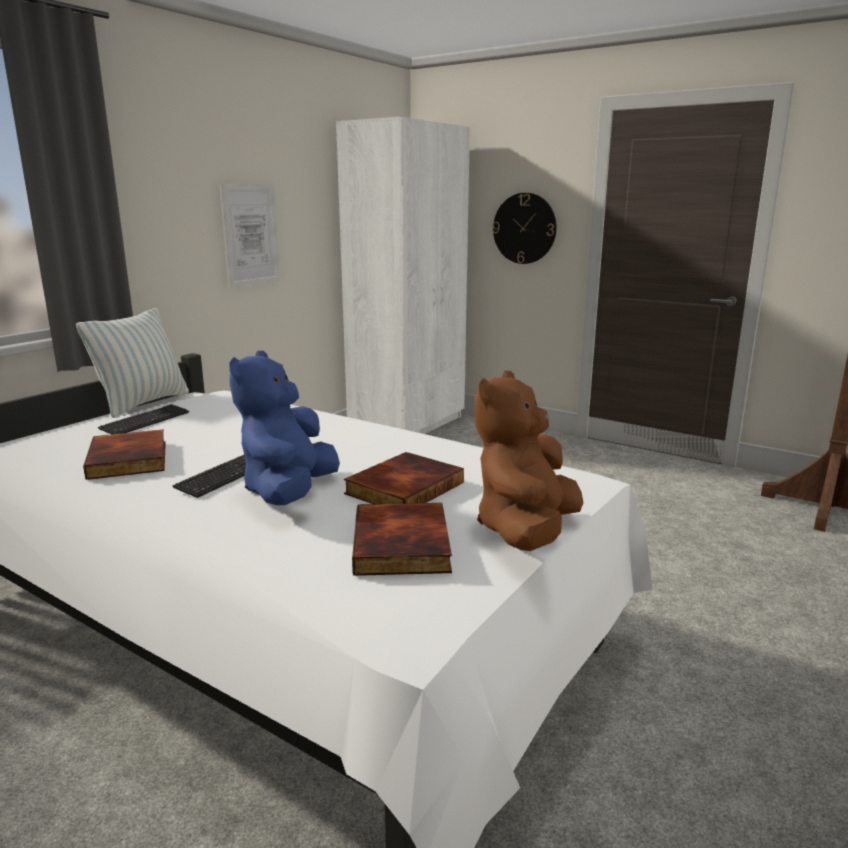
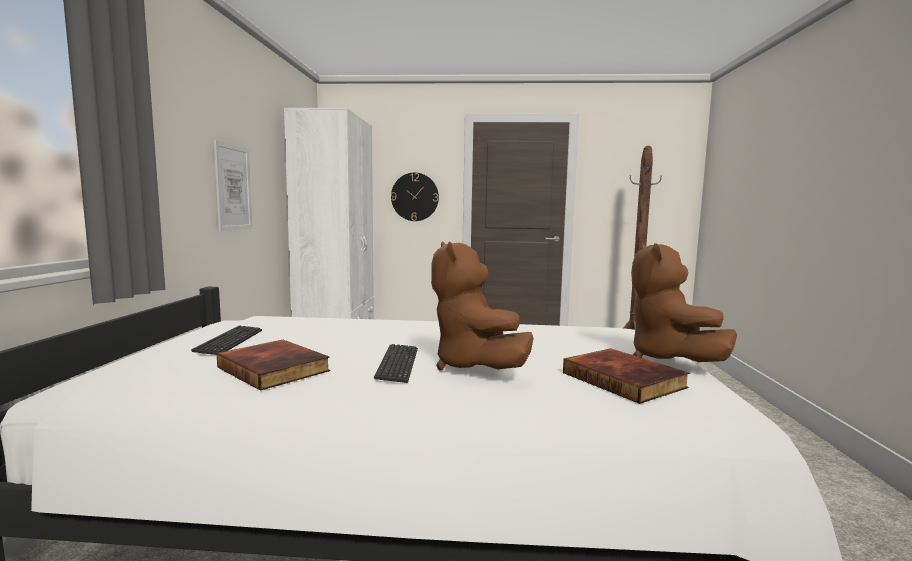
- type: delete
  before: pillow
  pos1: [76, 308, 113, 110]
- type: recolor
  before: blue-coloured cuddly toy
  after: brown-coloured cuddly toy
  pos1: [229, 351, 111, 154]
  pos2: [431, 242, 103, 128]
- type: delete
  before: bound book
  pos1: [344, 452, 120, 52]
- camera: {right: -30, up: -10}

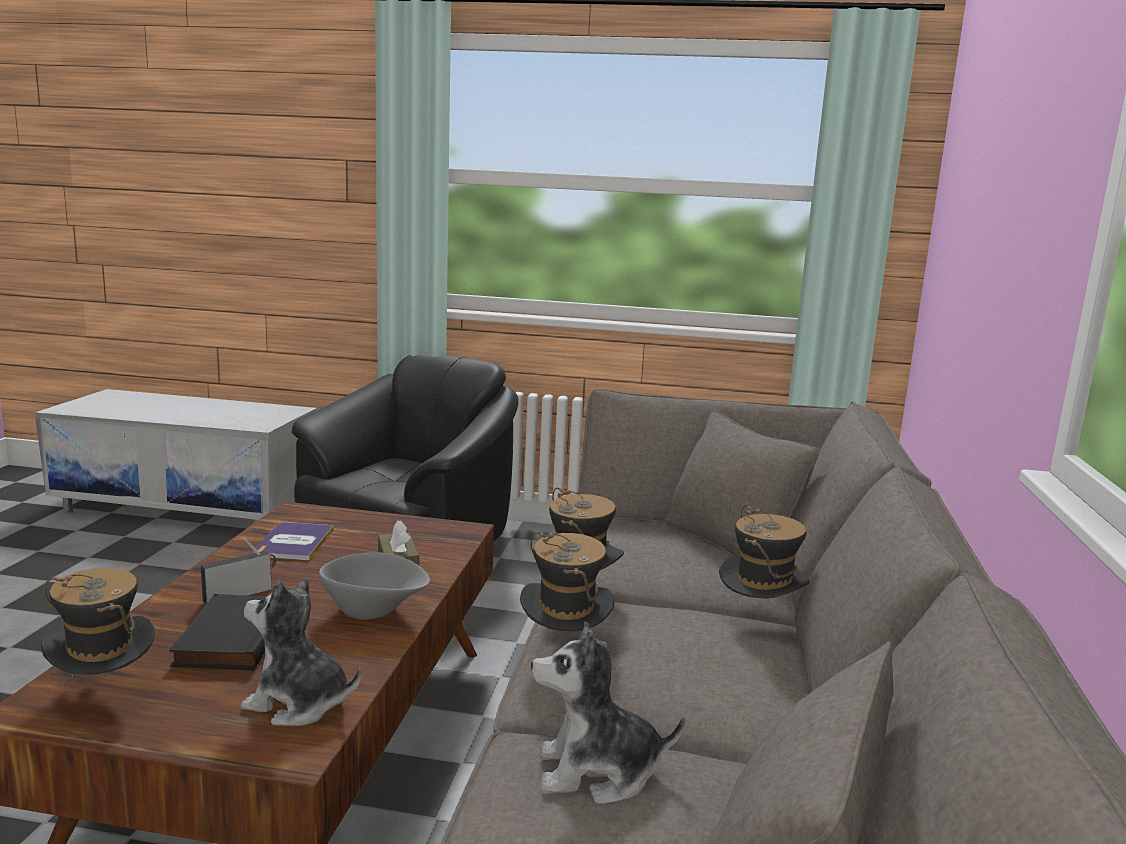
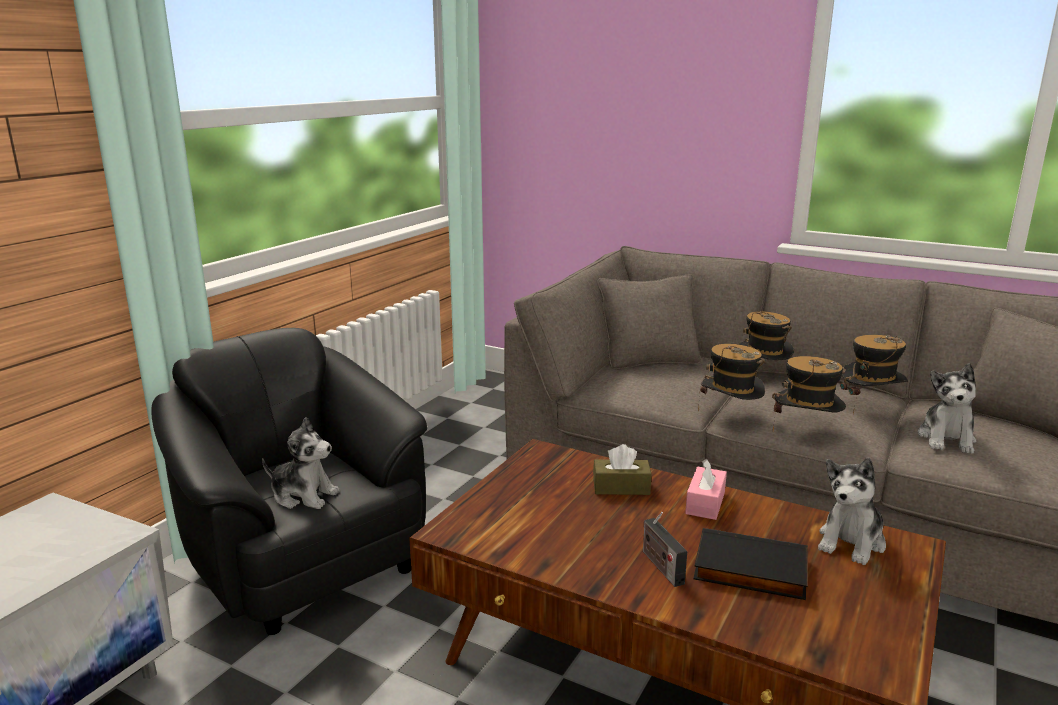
- type: delete
  before: bound book
  pos1: [253, 522, 81, 39]
- type: replace
  before: greyish serving bowl
  after: pinkish tissue box
  pos1: [319, 552, 111, 68]
  pos2: [685, 459, 42, 61]
- type: move
  before: wearable hat
  pos1: [41, 568, 114, 109]
  pos2: [840, 335, 68, 79]
- type: insert
  after: cuddly toy
  pos2: [262, 417, 78, 92]
- camera: {right: -70, up: 5}

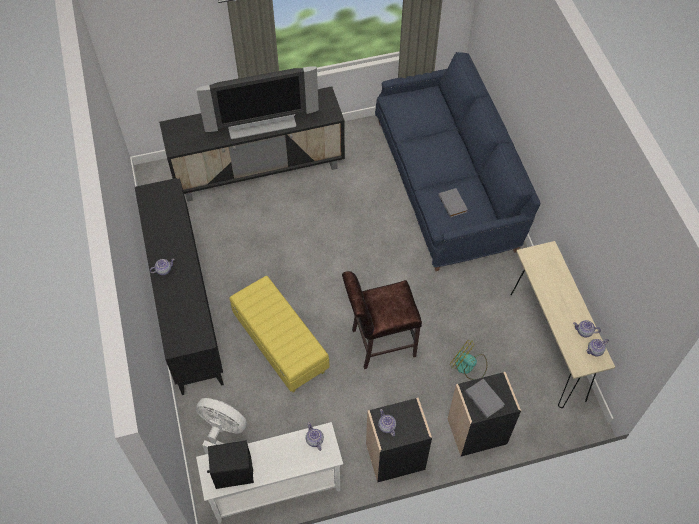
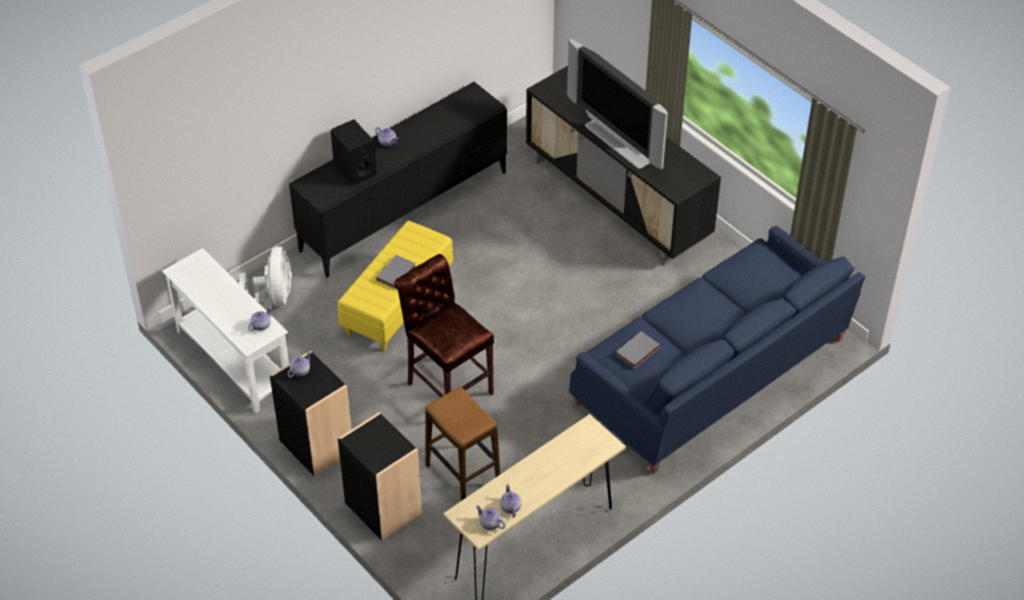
- type: replace
  before: electric fan
  after: stool seat
  pos1: [450, 339, 37, 41]
  pos2: [425, 386, 75, 115]
- type: move
  before: greyish bound book
  pos1: [465, 379, 40, 39]
  pos2: [376, 255, 40, 35]
- type: move
  before: black-coloured loudspeaker
  pos1: [207, 440, 47, 49]
  pos2: [331, 119, 46, 66]
- camera: {right: 65, up: -10}

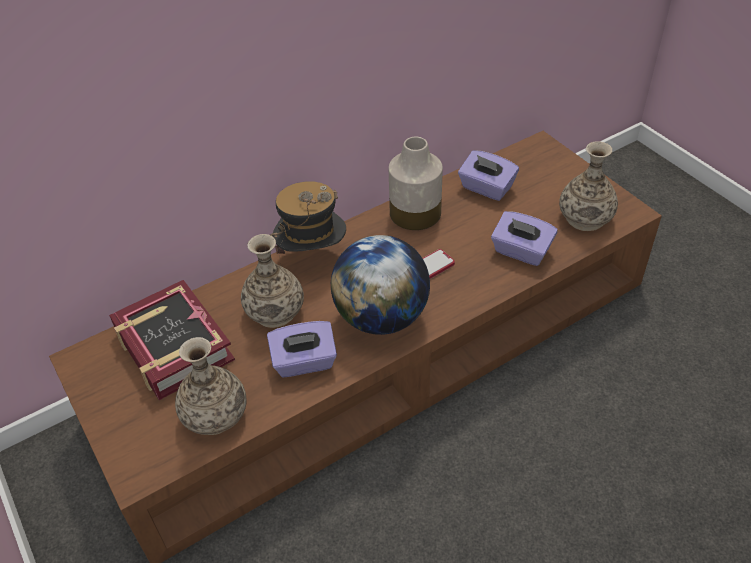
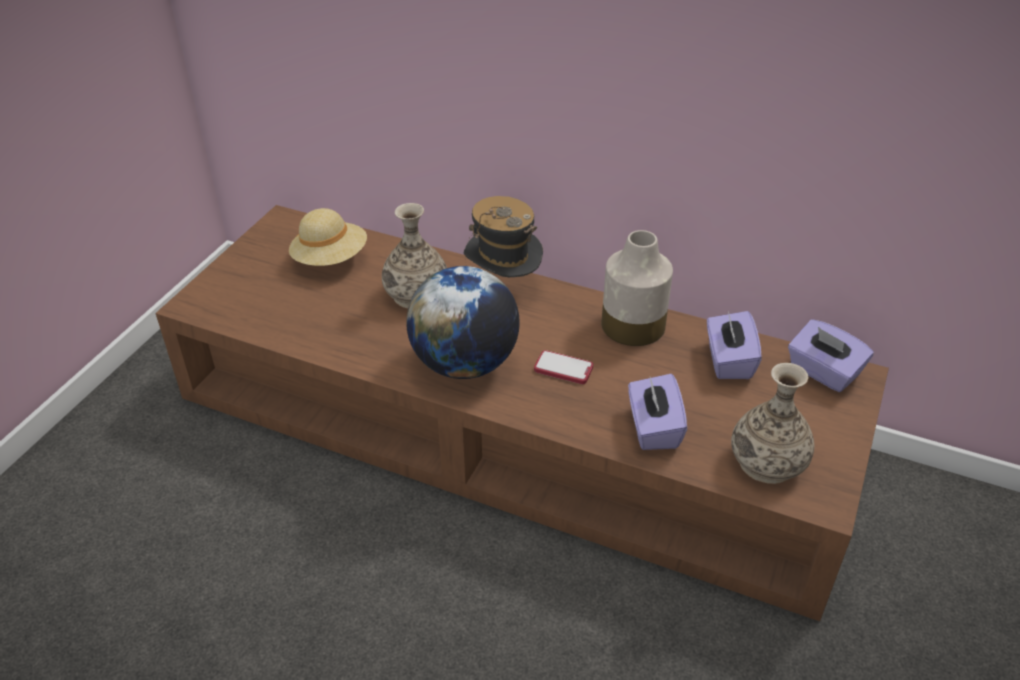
- type: replace
  before: bound book
  after: beige-coloured wearable hat
  pos1: [109, 280, 126, 120]
  pos2: [289, 208, 78, 58]
- type: move
  before: purplish tissue box
  pos1: [267, 321, 70, 56]
  pos2: [788, 319, 86, 73]
- type: delete
  before: decorative vase
  pos1: [175, 337, 72, 98]
- camera: {right: 55, up: -5}

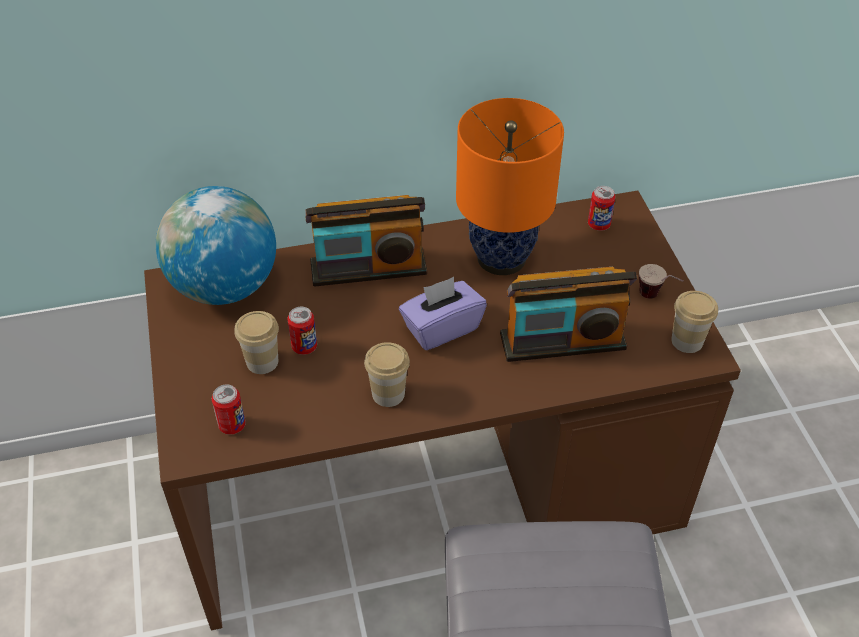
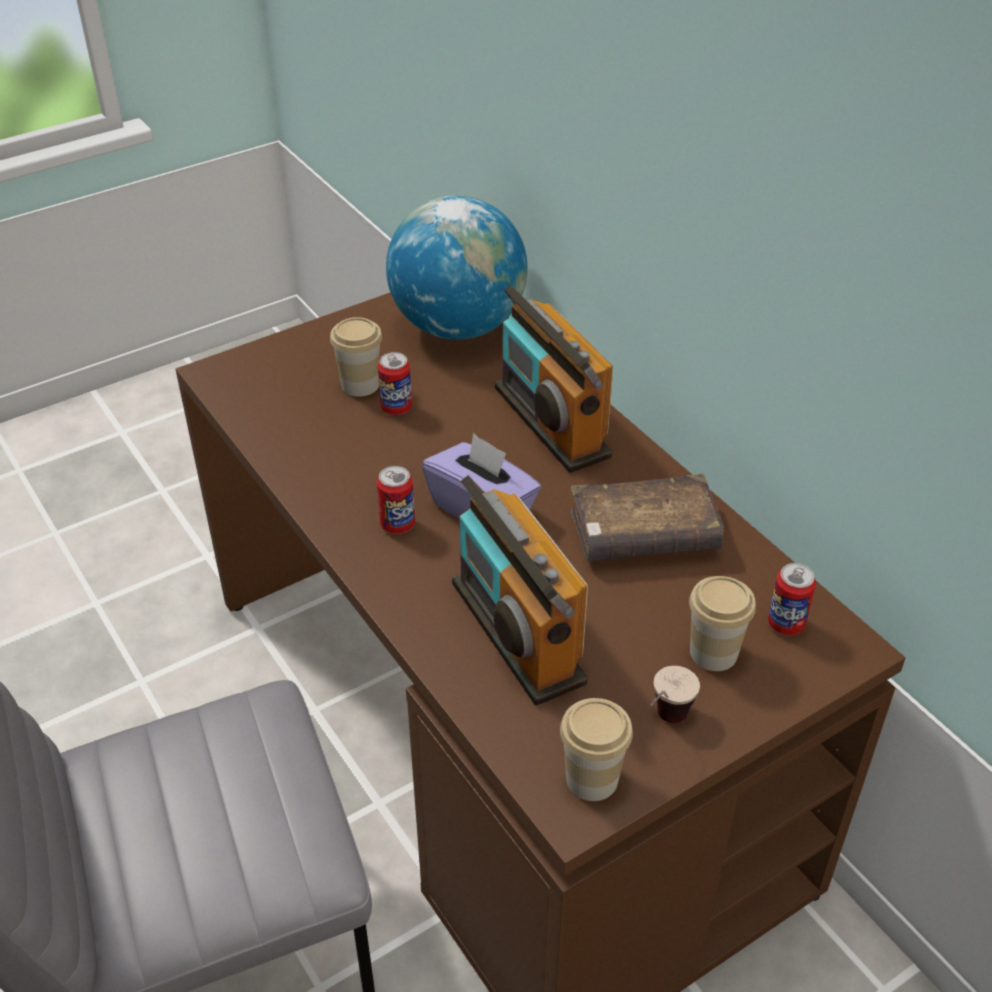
- type: replace
  before: orange-coloured table lamp
  after: brown-coloured bound book
  pos1: [456, 98, 108, 177]
  pos2: [570, 474, 155, 87]
- type: move
  before: cup
  pos1: [364, 342, 46, 65]
  pos2: [689, 576, 67, 95]
- type: move
  before: sealed can
  pos1: [212, 384, 34, 51]
  pos2: [377, 466, 38, 68]
- camera: {right: 70, up: -5}

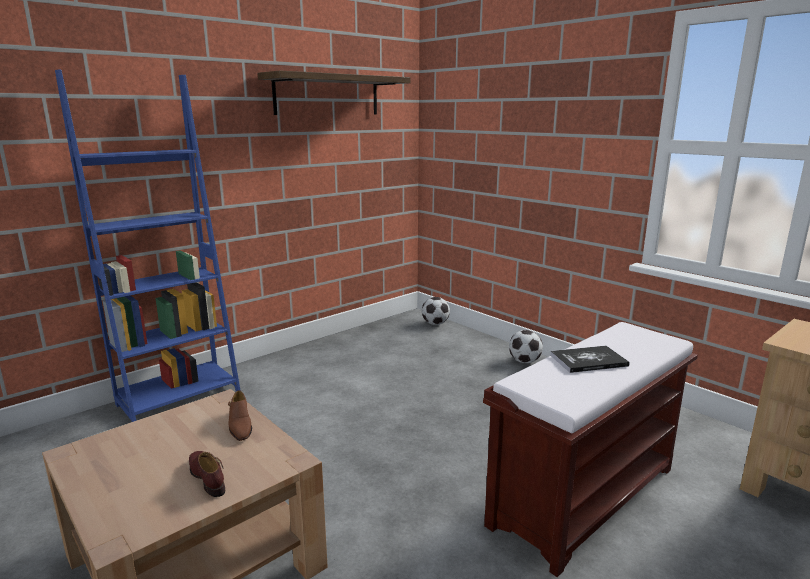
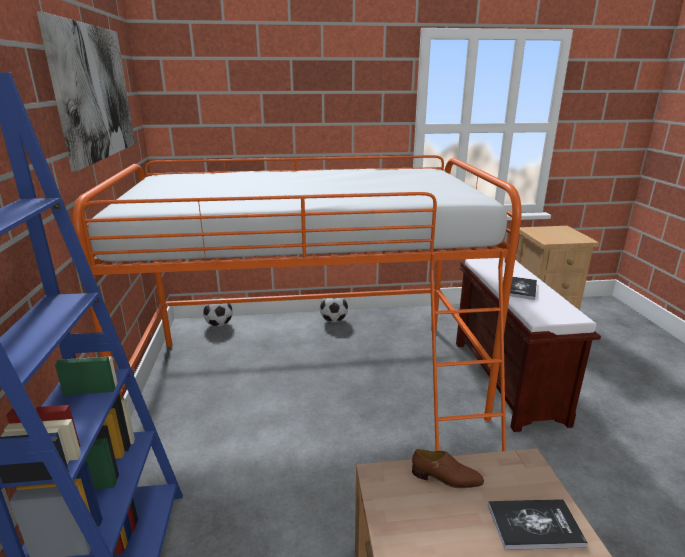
- type: replace
  before: shelf
  after: picture
  pos1: [258, 71, 153, 44]
  pos2: [37, 12, 98, 160]
- type: replace
  before: brown-coloured low shoe
  after: bound book
  pos1: [189, 451, 36, 46]
  pos2: [488, 499, 100, 51]
- type: insert
  after: orange-coloured bedroom bed
  pos2: [72, 155, 450, 296]
- camera: {right: -55, up: 5}

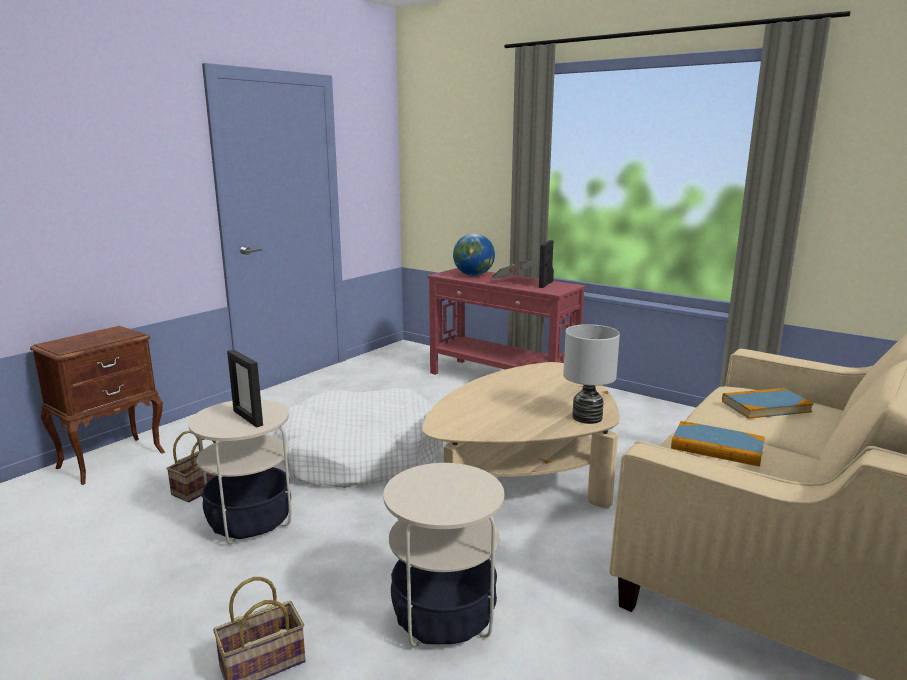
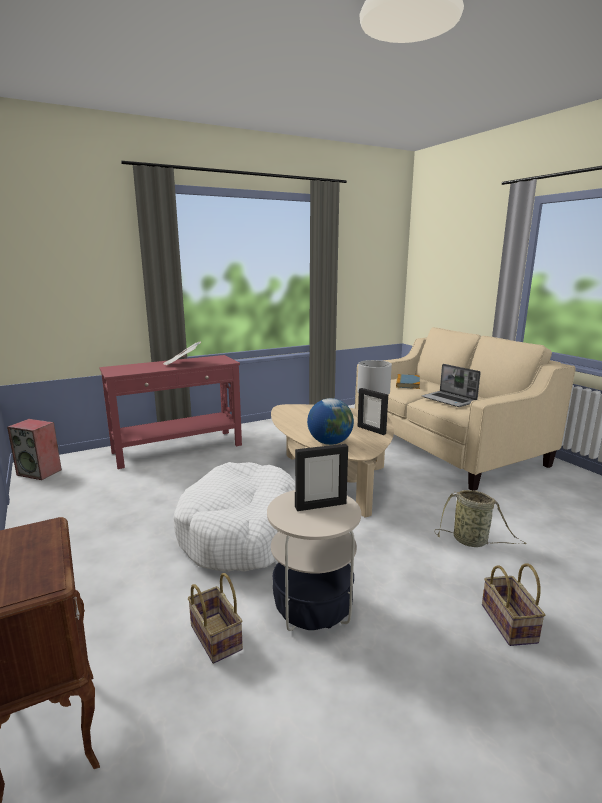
- type: move
  before: desk globe
  pos1: [453, 234, 42, 42]
  pos2: [307, 398, 47, 47]
- type: move
  before: photo frame
  pos1: [539, 240, 15, 48]
  pos2: [358, 388, 30, 47]
- type: replace
  before: bound book
  after: notebook computer
  pos1: [671, 421, 94, 46]
  pos2: [422, 364, 59, 43]
- type: replace
  before: beige-coloured accent table
  after: household basket
  pos1: [383, 463, 121, 184]
  pos2: [434, 490, 93, 57]
- type: insert
  after: loudspeaker
  pos2: [7, 419, 55, 61]
- camera: {right: -65, up: 0}

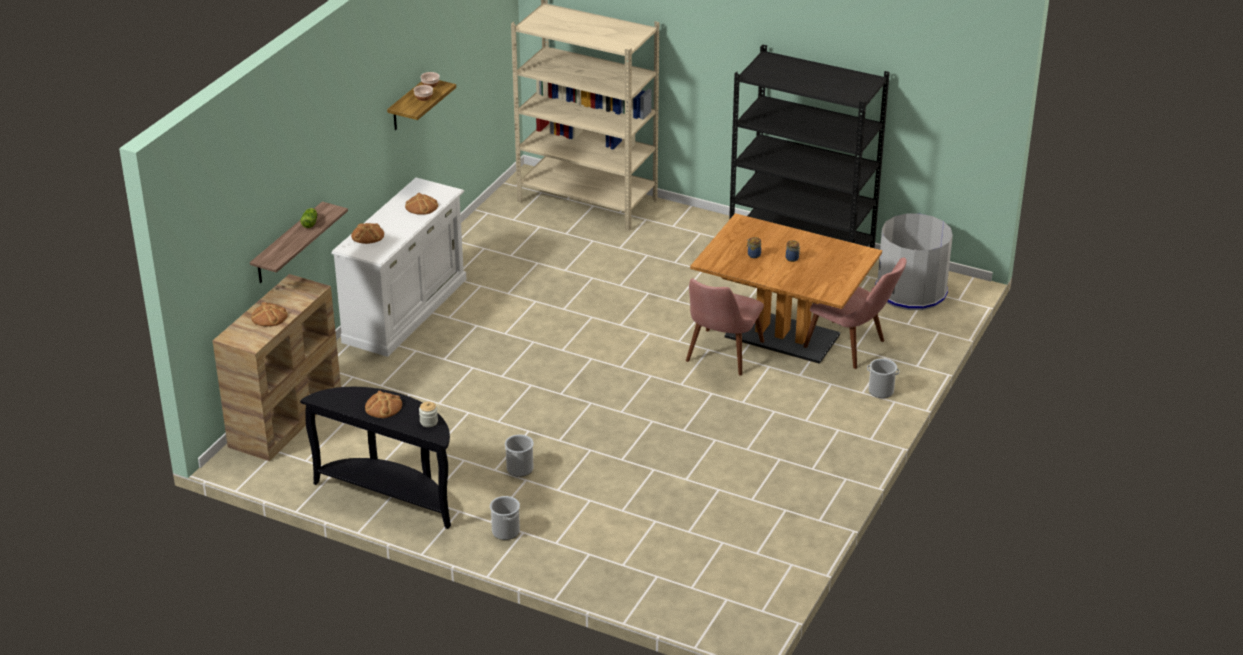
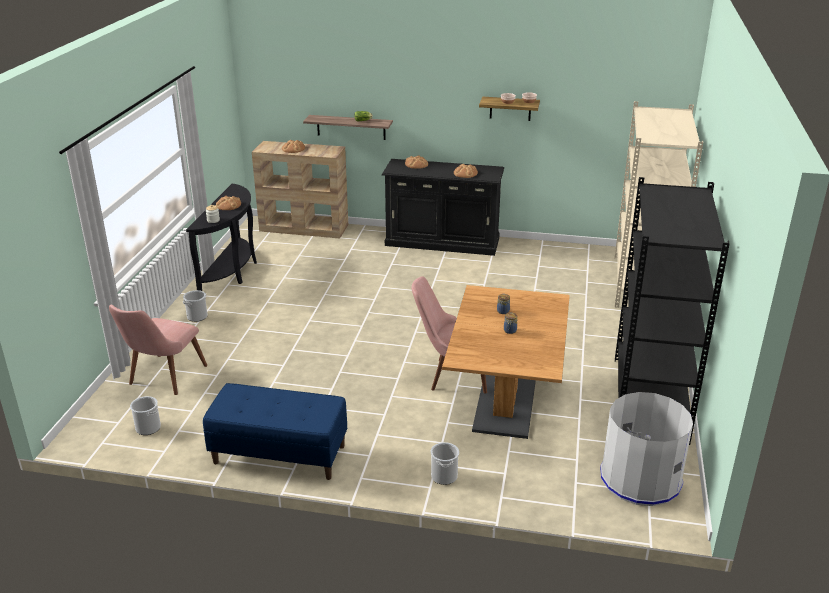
- type: recolor
  before: white cabinet
  after: black-coloured cabinet
  pos1: [331, 178, 136, 179]
  pos2: [382, 159, 122, 97]
- type: move
  before: pinkish upright chair
  pos1: [803, 257, 104, 112]
  pos2: [109, 305, 98, 90]
- type: move
  before: pail
  pos1: [505, 435, 29, 42]
  pos2: [130, 396, 31, 39]
- type: insert
  after: blue-coloured indoor bench
  pos2: [203, 383, 144, 97]
- camera: {right: 75, up: -5}

